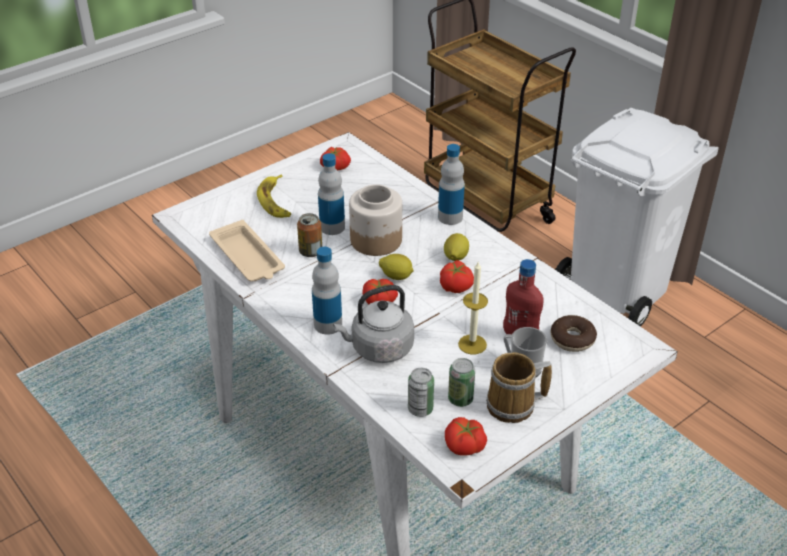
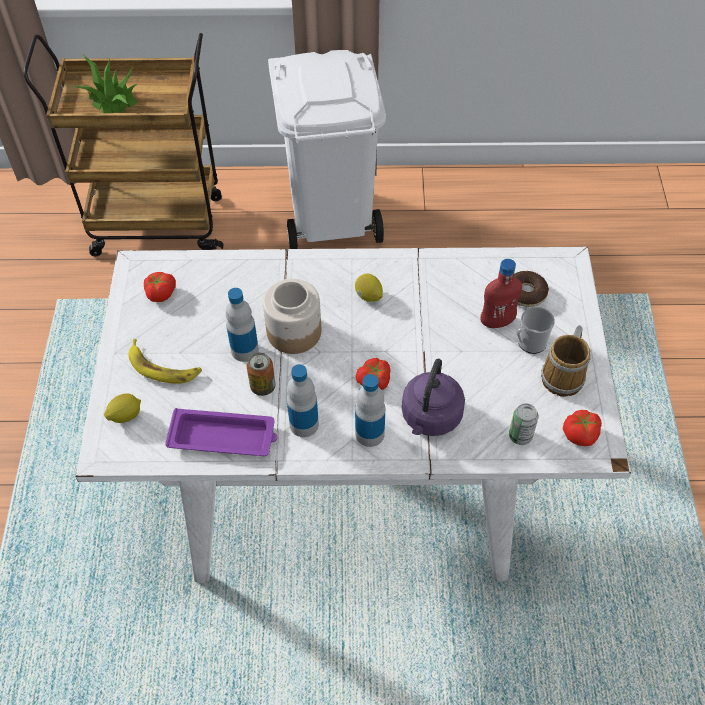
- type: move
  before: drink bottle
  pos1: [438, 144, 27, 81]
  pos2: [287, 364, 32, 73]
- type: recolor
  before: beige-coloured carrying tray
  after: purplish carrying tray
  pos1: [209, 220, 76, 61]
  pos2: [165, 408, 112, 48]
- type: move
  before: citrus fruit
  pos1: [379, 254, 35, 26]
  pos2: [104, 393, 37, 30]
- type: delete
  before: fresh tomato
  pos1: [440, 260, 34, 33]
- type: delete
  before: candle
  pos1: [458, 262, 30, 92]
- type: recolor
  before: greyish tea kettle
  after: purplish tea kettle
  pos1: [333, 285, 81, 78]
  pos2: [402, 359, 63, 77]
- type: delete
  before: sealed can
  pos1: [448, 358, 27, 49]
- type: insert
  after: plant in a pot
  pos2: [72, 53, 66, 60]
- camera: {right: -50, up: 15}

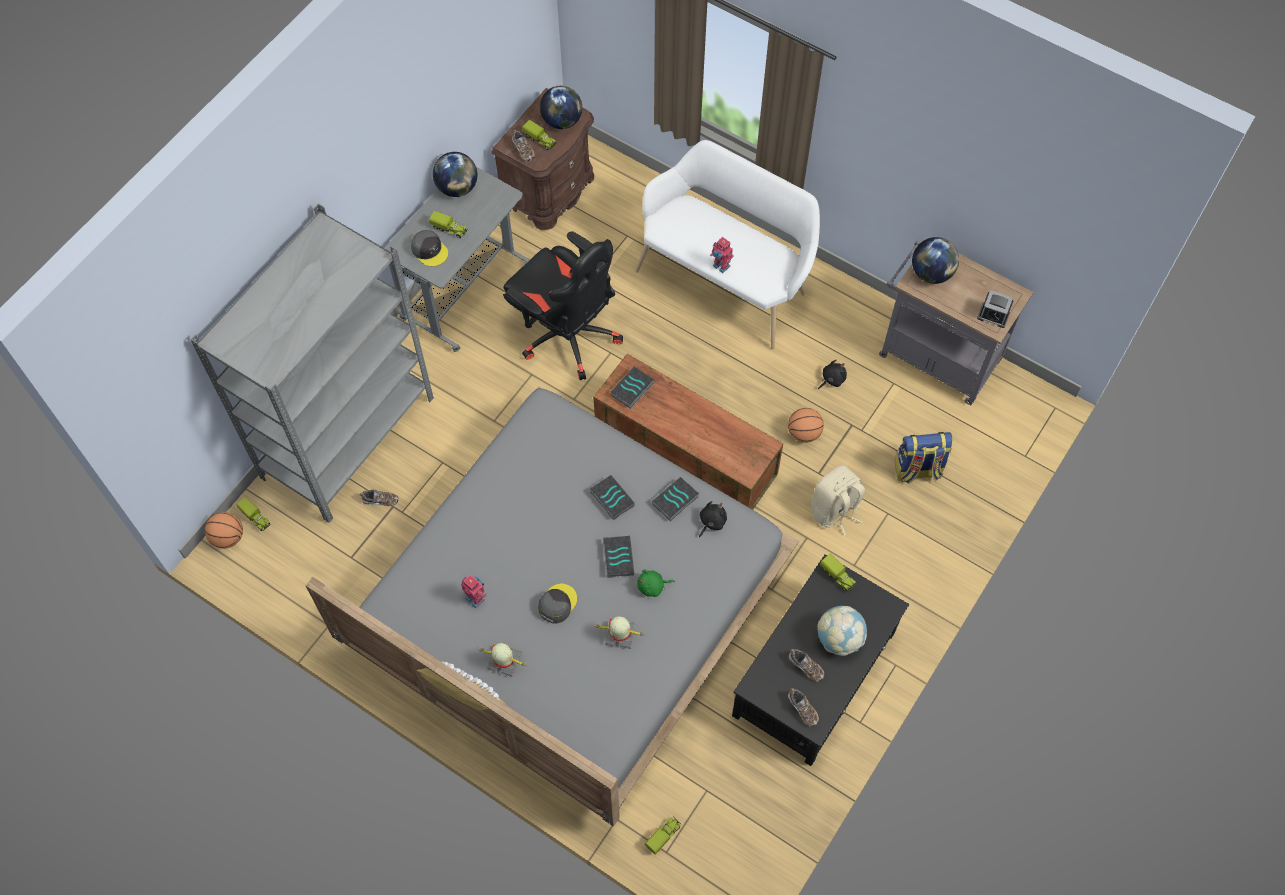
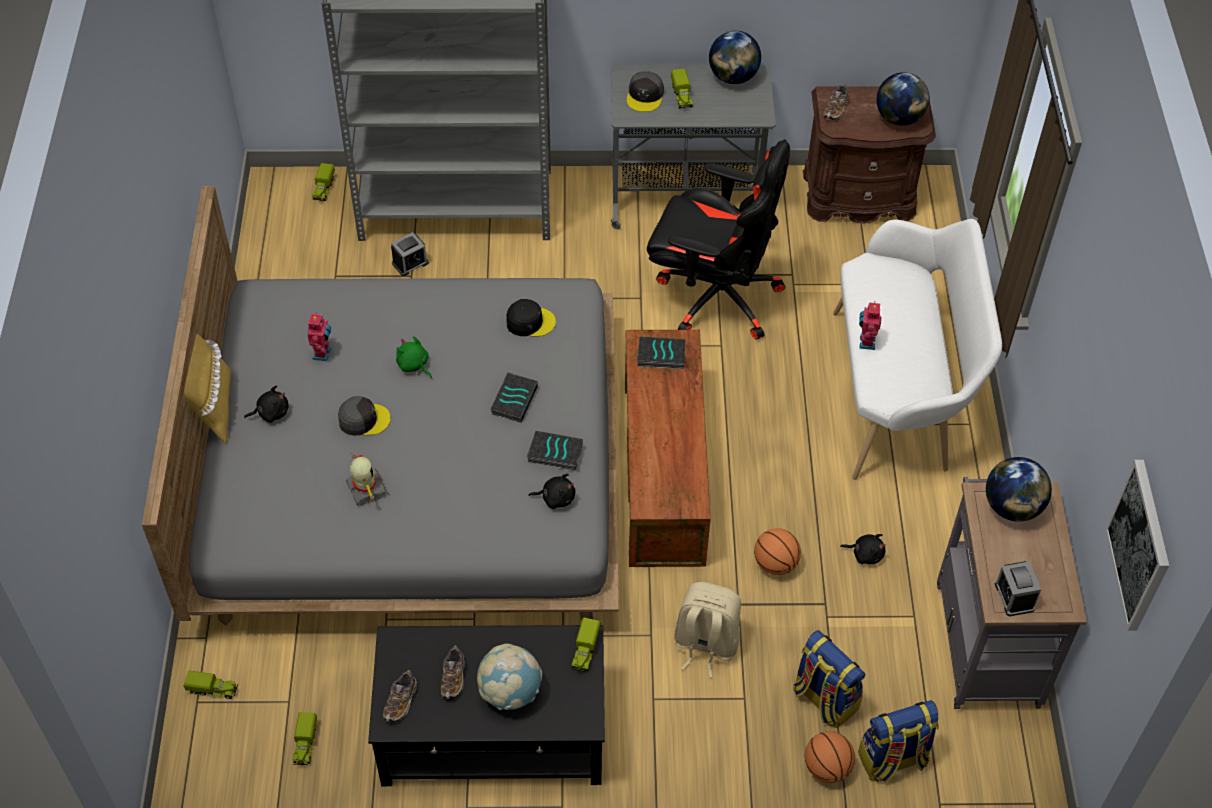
- type: move
  before: toy truck
  pos1: [522, 120, 35, 30]
  pos2: [293, 712, 24, 53]
- type: rotate
  before: black-coloured computer chair
  pos1: [503, 231, 120, 149]
  pos2: [647, 139, 143, 201]
  turn: -75
- type: replace
  before: low shoe
  after: bedside clock
  pos1: [360, 489, 39, 17]
  pos2: [391, 232, 38, 44]
- type: move
  before: basketball ball
  pos1: [205, 512, 38, 36]
  pos2: [805, 731, 50, 52]
- type: delete
  before: bound book
  pos1: [603, 536, 31, 42]
- type: move
  before: green-coloured cuddly toy
  pos1: [637, 570, 38, 27]
  pos2: [396, 336, 36, 42]
- type: replace
  before: toy robot
  after: black-coloured cuddly toy
  pos1: [479, 643, 49, 34]
  pos2: [244, 386, 45, 37]
- type: insert
  after: black-coloured peaked cap
  pos2: [506, 299, 50, 37]
- type: insert
  after: picture
  pos2: [1105, 460, 64, 171]
- type: insert
  after: backpack
  pos2: [858, 700, 81, 83]
- camera: {right: 55, up: -10}

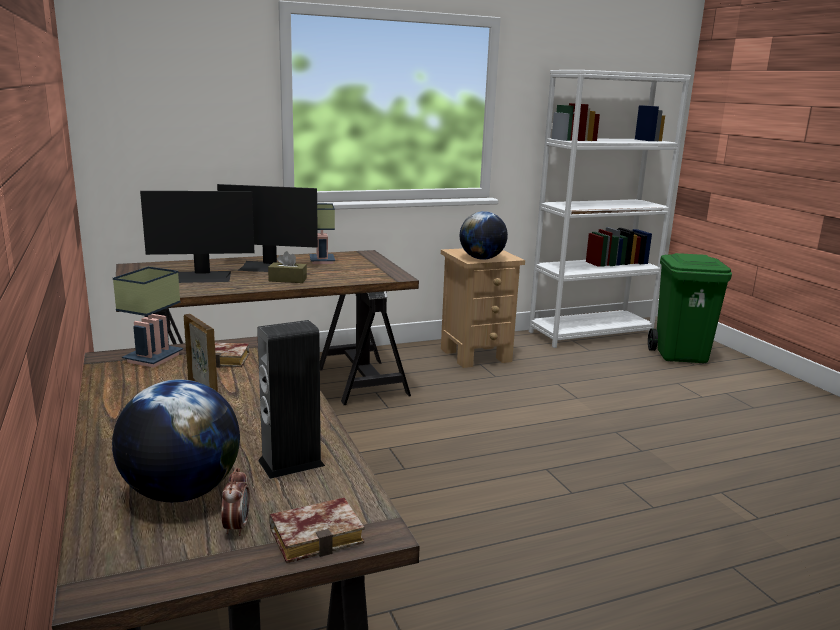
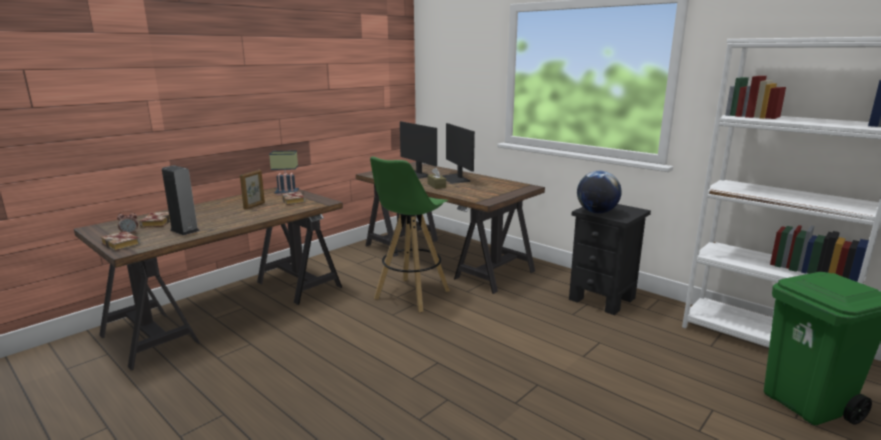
- type: delete
  before: table lamp
  pos1: [310, 203, 25, 61]
- type: recolor
  before: beige-coloured nightstand
  after: black-coloured nightstand
  pos1: [441, 248, 84, 120]
  pos2: [569, 204, 82, 111]
- type: replace
  before: desk globe
  after: bound book
  pos1: [112, 379, 128, 123]
  pos2: [140, 212, 30, 16]
- type: insert
  after: green-coloured stool seat
  pos2: [370, 156, 80, 156]
- camera: {right: 65, up: 0}

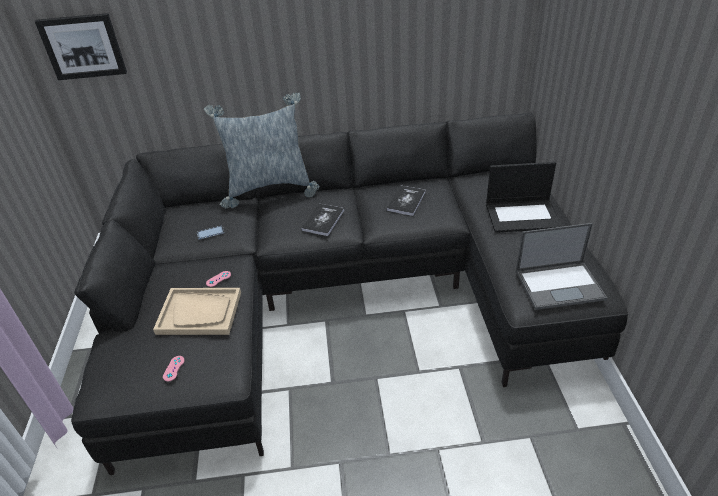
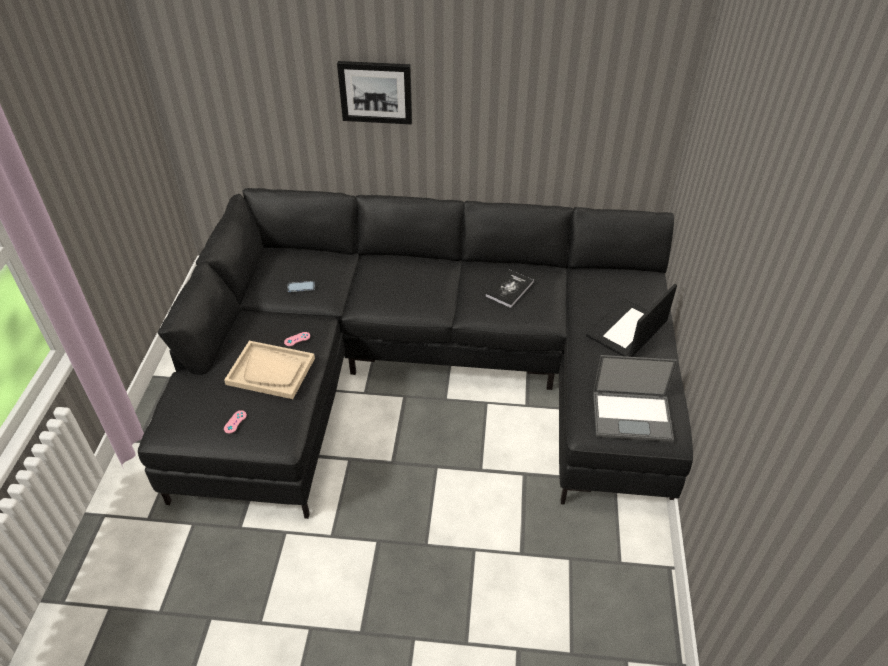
- type: move
  before: picture
  pos1: [35, 13, 92, 67]
  pos2: [337, 61, 75, 64]
- type: delete
  before: pillow
  pos1: [204, 93, 116, 115]
- type: rotate
  before: notebook computer
  pos1: [486, 162, 76, 71]
  pos2: [586, 284, 91, 73]
  turn: 120
- type: delete
  before: bound book
  pos1: [302, 204, 43, 32]
- camera: {right: 10, up: 5}

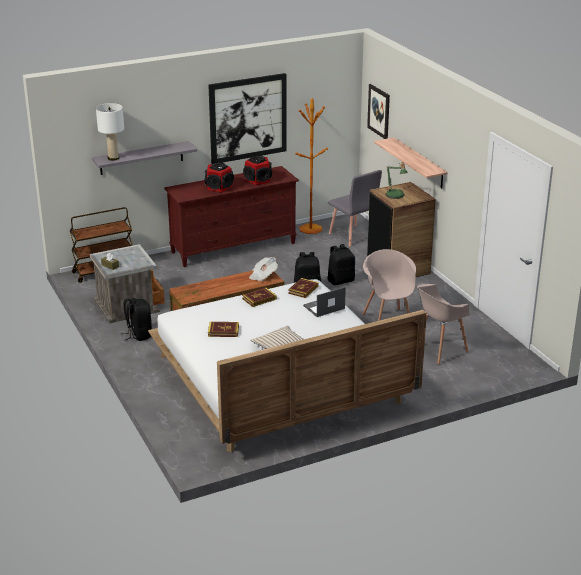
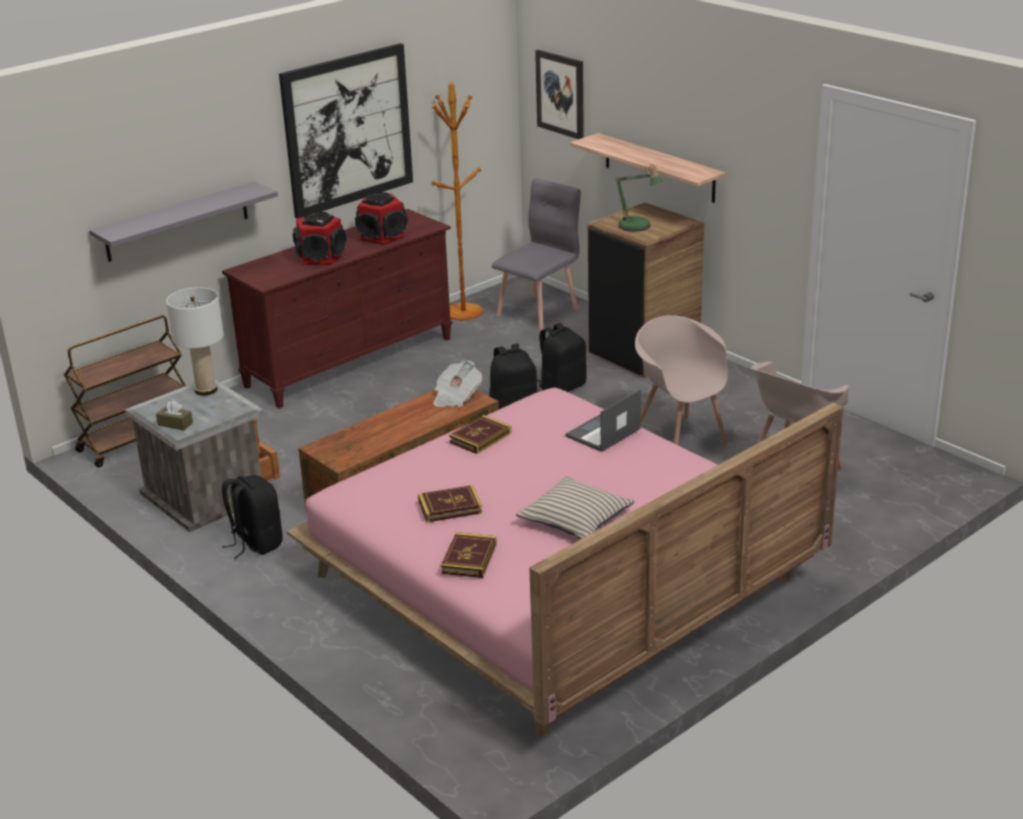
- type: move
  before: white table lamp
  pos1: [96, 103, 28, 58]
  pos2: [166, 287, 58, 109]
- type: rotate
  before: greyish upright chair
  pos1: [328, 170, 54, 76]
  pos2: [492, 178, 89, 152]
  turn: -90
- type: move
  before: bound book
  pos1: [288, 278, 31, 20]
  pos2: [441, 532, 56, 46]
- type: recolor
  before: white bedroom bed
  after: pinkish bedroom bed
  pos1: [148, 279, 279, 173]
  pos2: [287, 387, 556, 350]
- camera: {right: -15, up: 0}

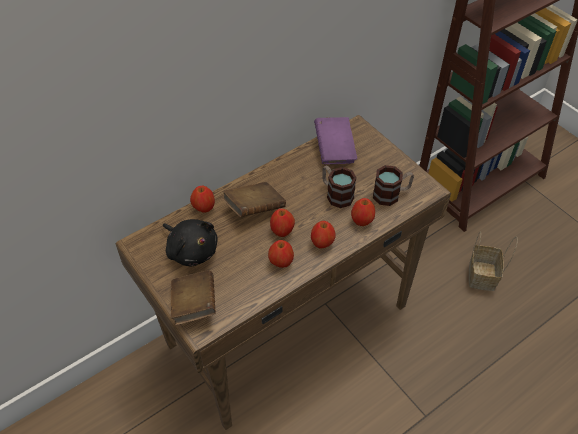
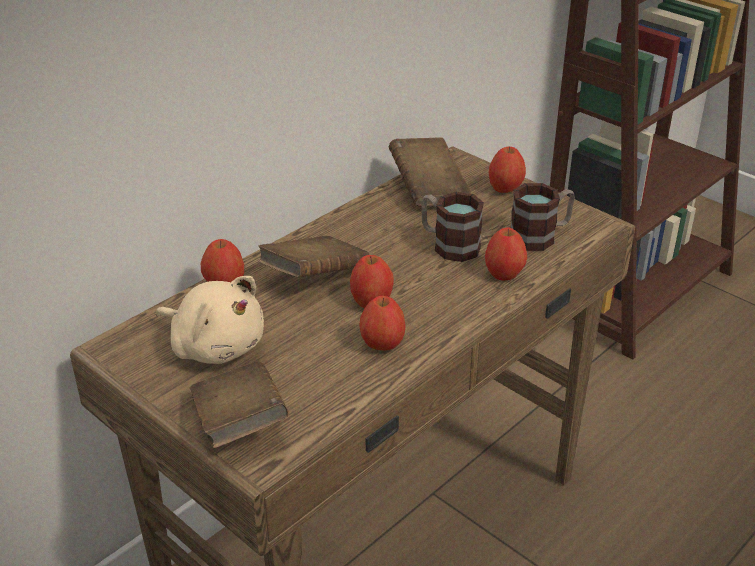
- type: recolor
  before: purplish bound book
  after: brown-coloured bound book
  pos1: [314, 117, 43, 47]
  pos2: [389, 137, 82, 69]
- type: recolor
  before: black-coloured cuddly toy
  after: beige-coloured cuddly toy
  pos1: [163, 219, 55, 48]
  pos2: [156, 276, 108, 88]
- type: move
  before: apple
  pos1: [311, 221, 25, 28]
  pos2: [489, 146, 37, 47]
- type: delete
  before: household basket
  pos1: [469, 232, 49, 59]
- camera: {right: -10, up: -15}

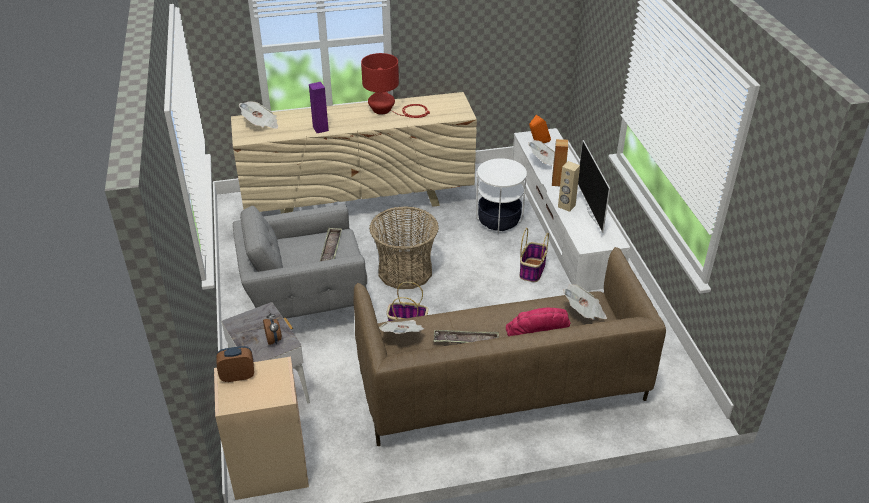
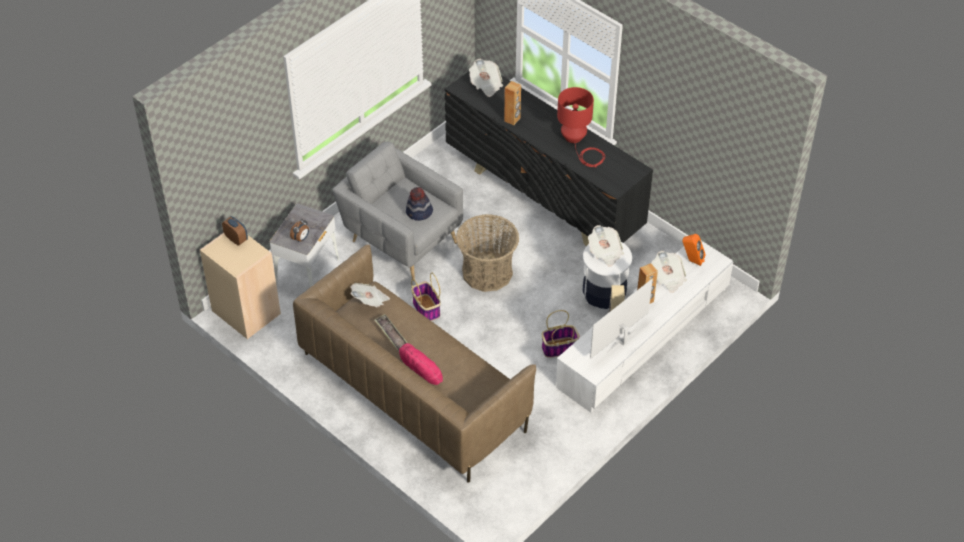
- type: recolor
  before: purplish loudspeaker
  after: brown-coloured loudspeaker
  pos1: [309, 82, 20, 51]
  pos2: [504, 81, 17, 44]
- type: recolor
  before: beige-coloured cabinet
  after: black-coloured cabinet
  pos1: [231, 92, 246, 122]
  pos2: [445, 72, 208, 174]
- type: replace
  before: carrying tray
  after: wearable hat
  pos1: [320, 228, 22, 33]
  pos2: [406, 187, 27, 34]
- type: move
  before: newspaper
  pos1: [563, 284, 44, 36]
  pos2: [588, 225, 36, 42]
- camera: {right: 55, up: 10}

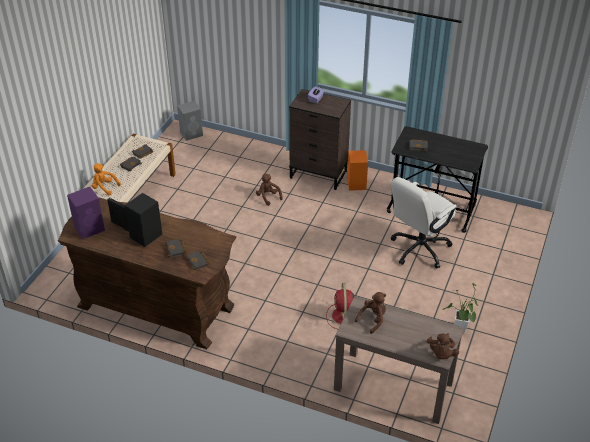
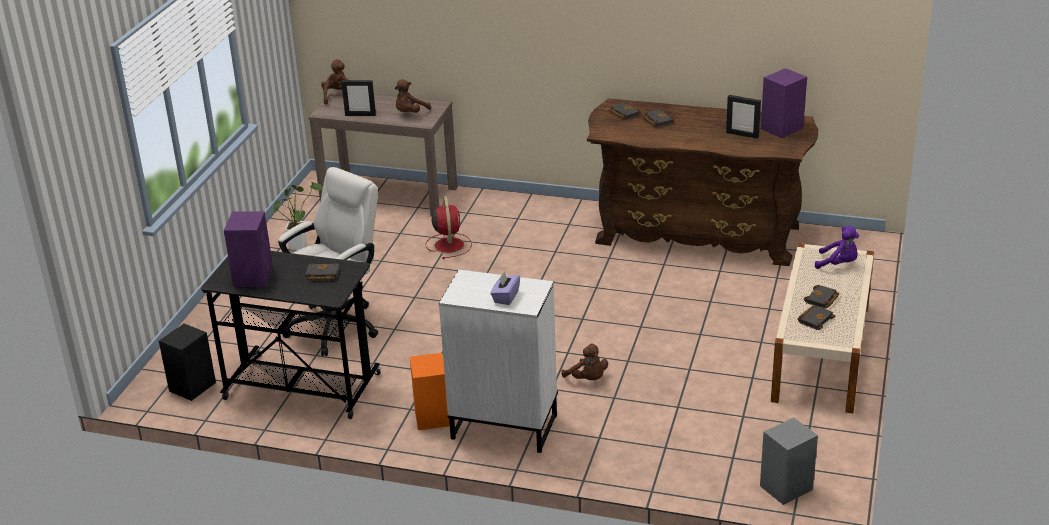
- type: recolor
  before: brown-coloured drawer chest
  after: white drawer chest
  pos1: [289, 89, 62, 101]
  pos2: [438, 269, 120, 184]
- type: recolor
  before: orange-coloured cuddly toy
  after: purplish cuddly toy
  pos1: [92, 163, 29, 33]
  pos2: [815, 226, 44, 43]
- type: move
  before: black-coloured loudspeaker
  pos1: [124, 193, 38, 54]
  pos2: [159, 324, 57, 77]
- type: insert
  after: photo frame
  pos2: [341, 80, 35, 36]
- type: insert
  after: purplish loudspeaker
  pos2: [224, 211, 49, 76]
- camera: {right: 175, up: -10}

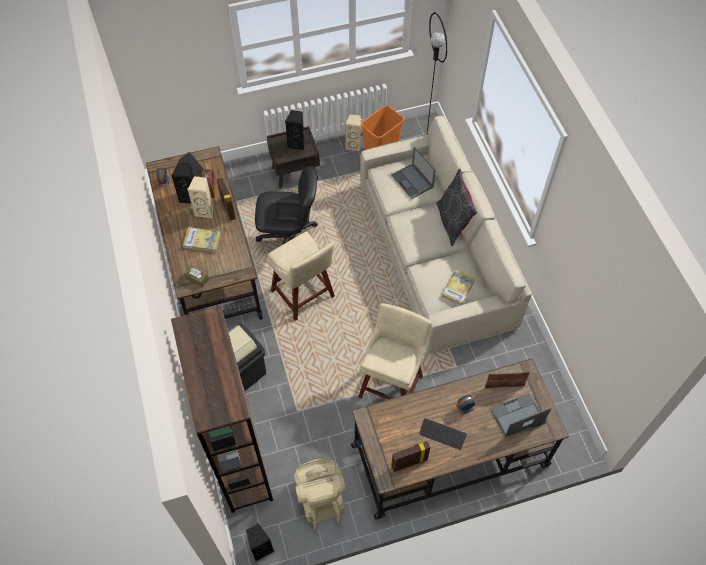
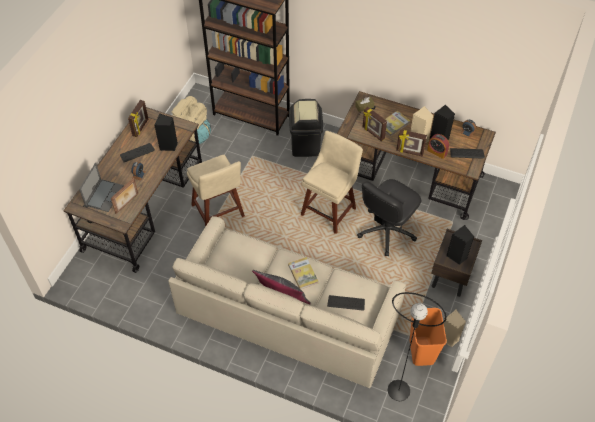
- type: replace
  before: notebook computer
  after: PC keyboard
  pos1: [392, 146, 44, 53]
  pos2: [327, 295, 38, 16]
- type: rotate
  before: beige-coloured upright chair
  pos1: [267, 232, 68, 89]
  pos2: [301, 131, 62, 103]
  turn: 120
- type: move
  before: bound book
  pos1: [442, 270, 33, 35]
  pos2: [288, 257, 30, 32]
- type: move
  before: black-coloured loudspeaker
  pos1: [246, 524, 29, 37]
  pos2: [154, 113, 24, 38]
- type: insert
  after: photo frame
  pos2: [362, 107, 25, 34]
- camera: {right: 130, up: -5}

